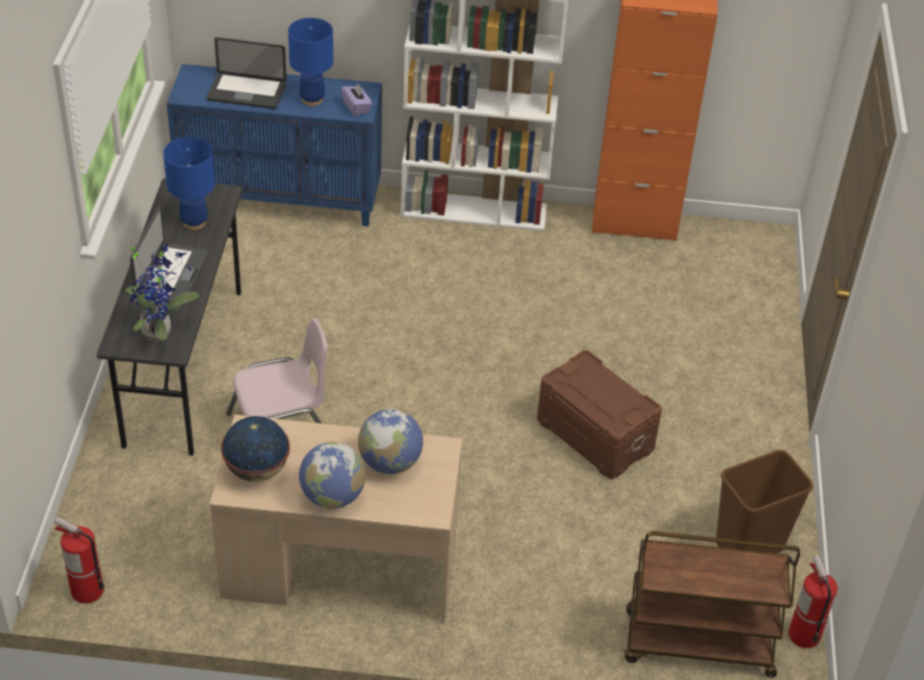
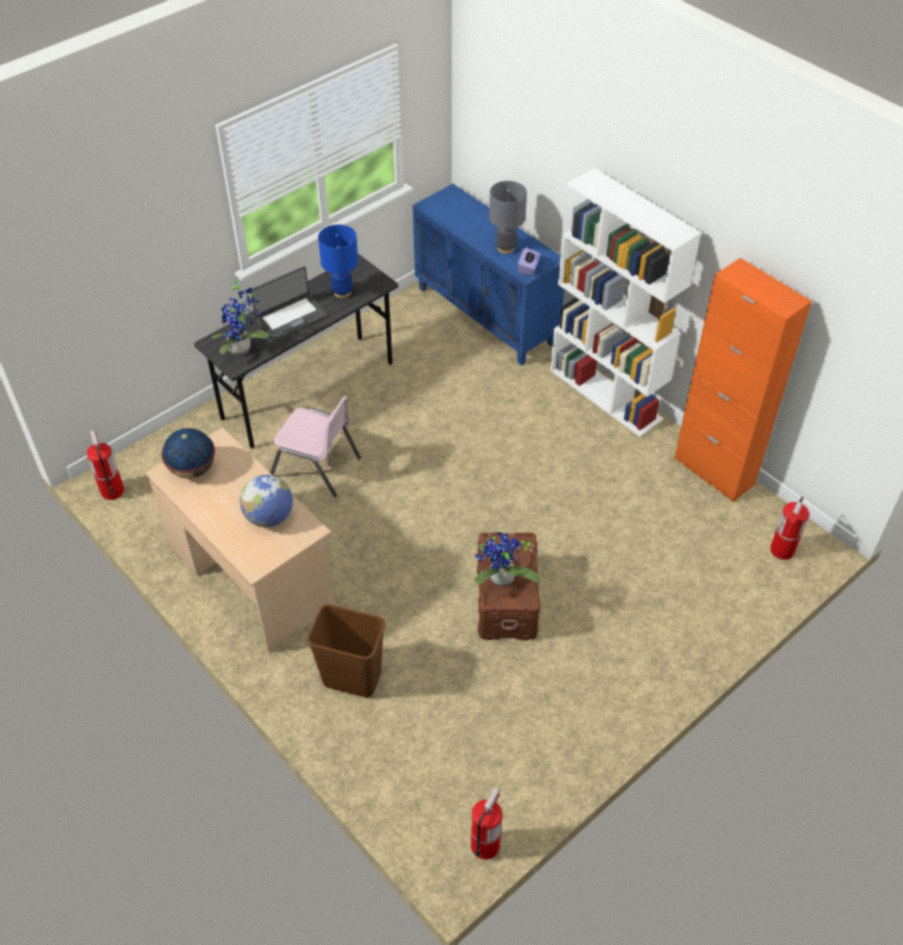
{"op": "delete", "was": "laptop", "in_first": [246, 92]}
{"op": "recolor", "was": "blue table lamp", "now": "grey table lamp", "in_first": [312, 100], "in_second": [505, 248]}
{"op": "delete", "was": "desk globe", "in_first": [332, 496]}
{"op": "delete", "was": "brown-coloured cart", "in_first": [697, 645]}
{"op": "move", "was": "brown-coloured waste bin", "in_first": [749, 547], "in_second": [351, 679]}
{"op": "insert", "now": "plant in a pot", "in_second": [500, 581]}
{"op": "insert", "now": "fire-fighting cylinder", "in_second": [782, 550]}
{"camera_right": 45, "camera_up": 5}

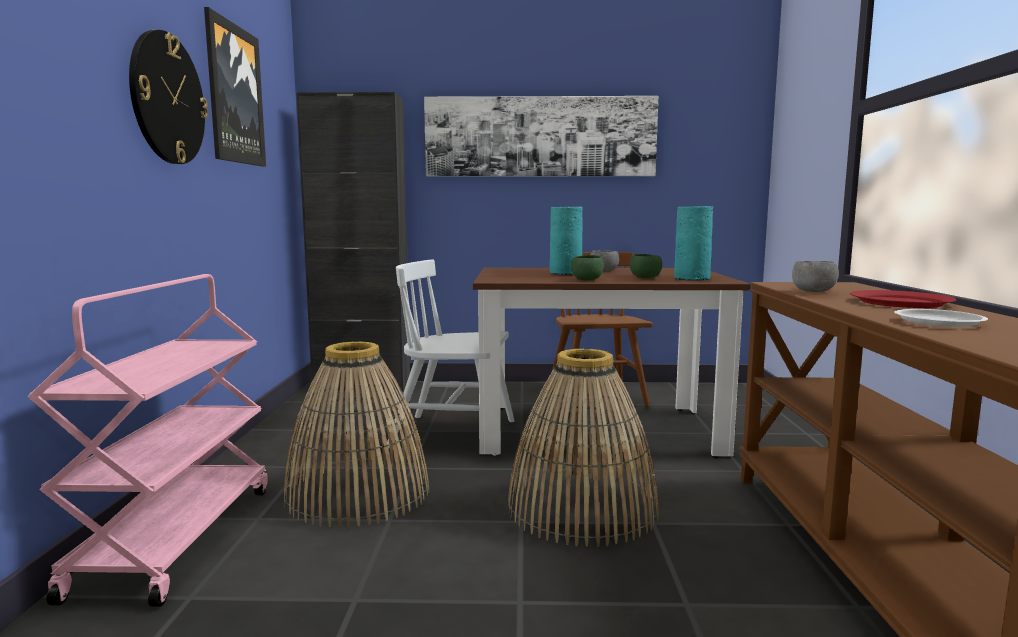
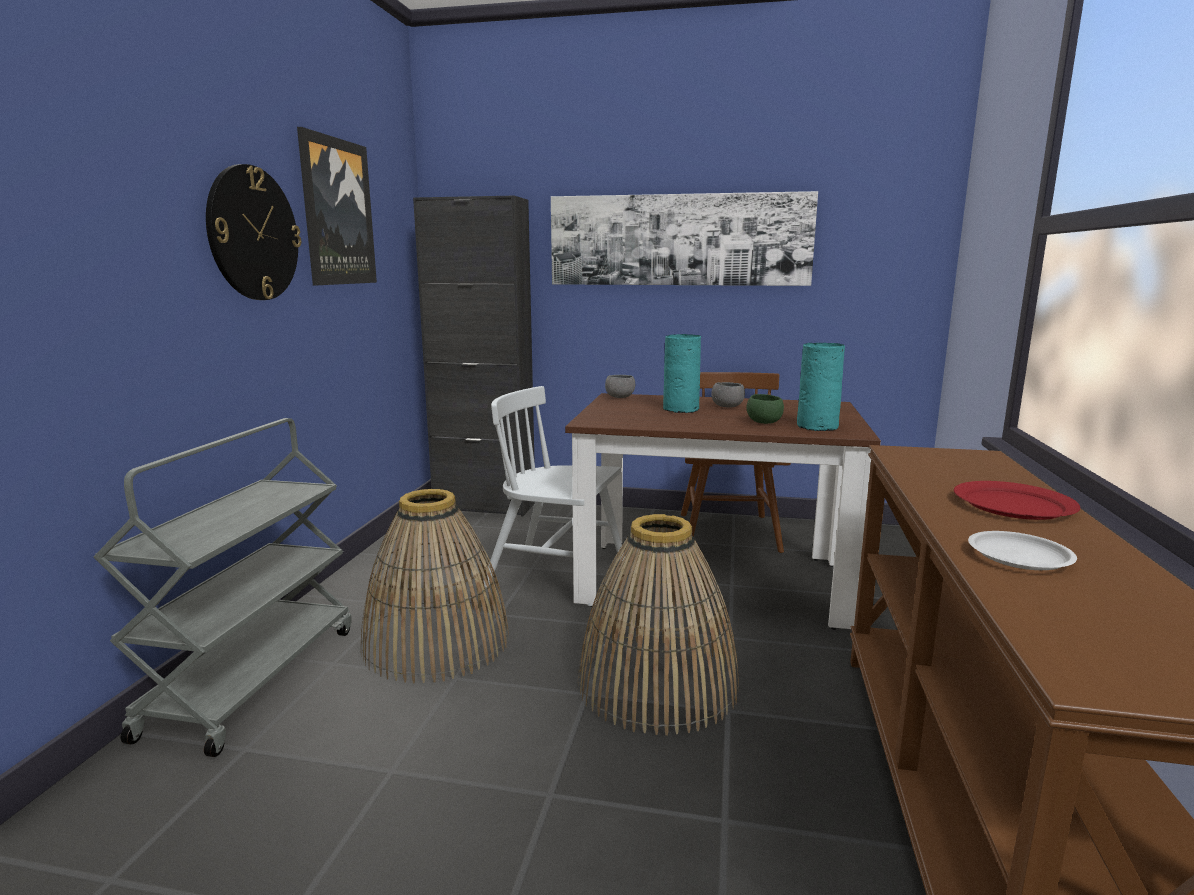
{"op": "recolor", "was": "pink cart", "now": "grey cart", "in_first": [176, 538], "in_second": [253, 679]}
{"op": "delete", "was": "green-coloured deep dish", "in_first": [586, 280]}
{"op": "move", "was": "grey deep dish", "in_first": [813, 291], "in_second": [620, 397]}
{"camera_right": 10, "camera_up": 5}

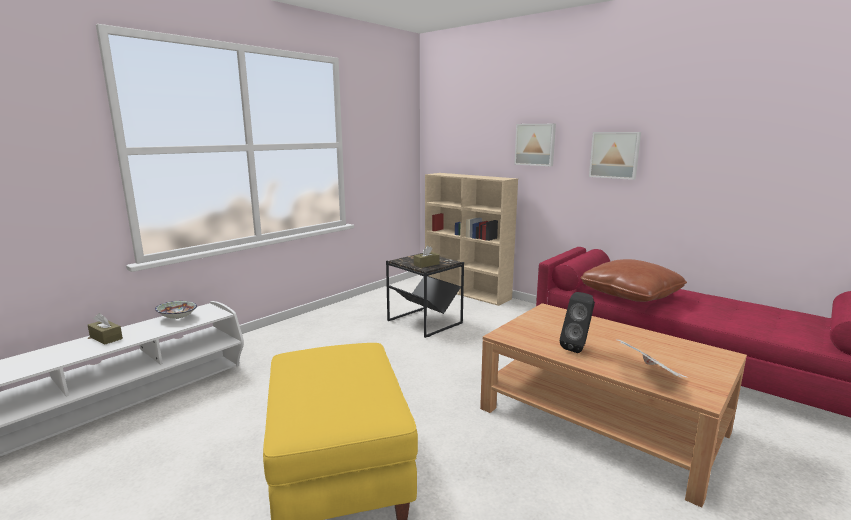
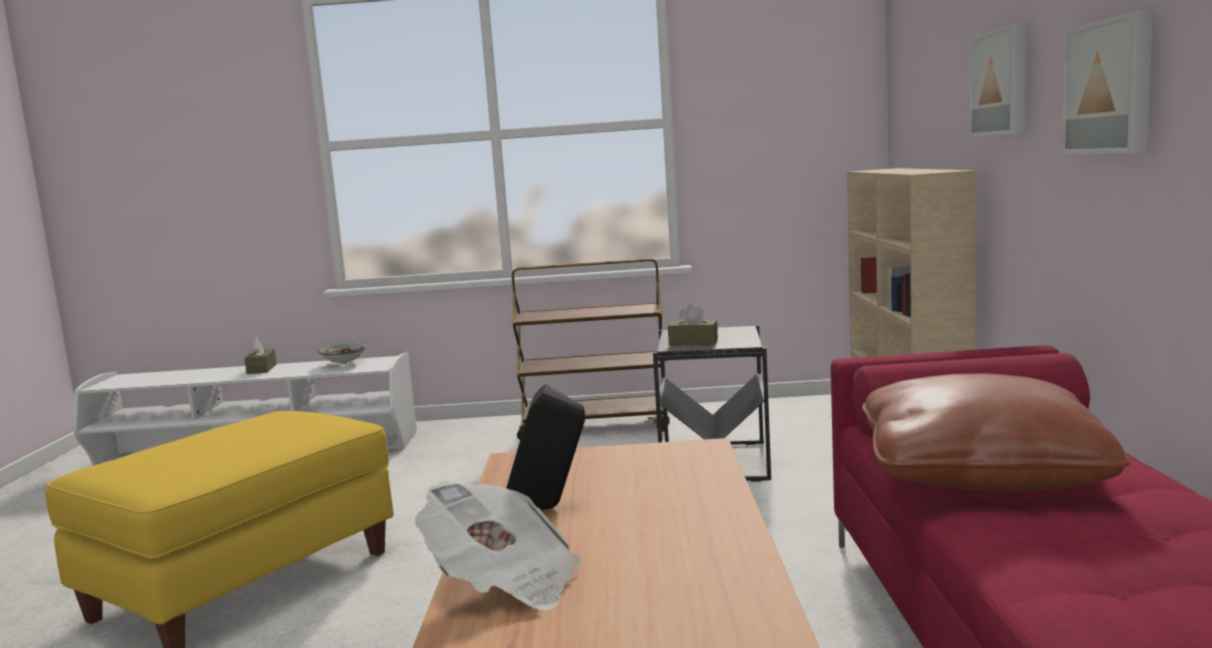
{"op": "insert", "now": "brown-coloured cart", "in_second": [595, 426]}
{"camera_right": 50, "camera_up": -5}

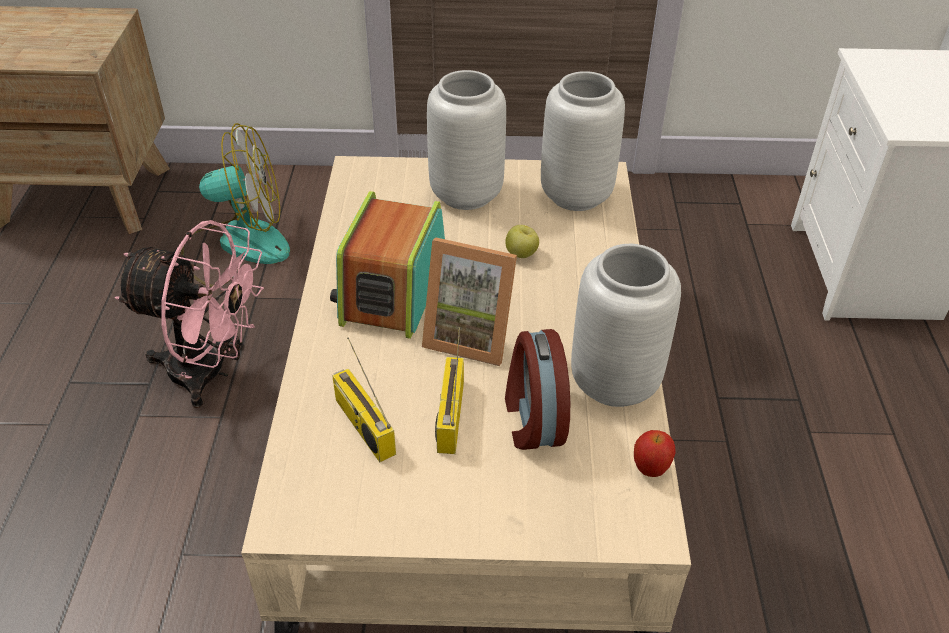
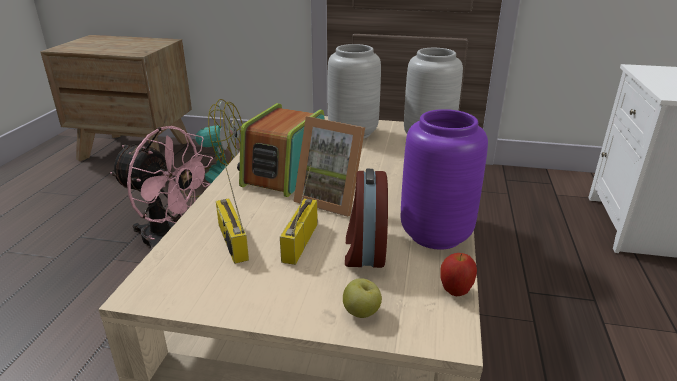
{"op": "move", "was": "apple", "in_first": [521, 254], "in_second": [361, 312]}
{"op": "recolor", "was": "grey flower vase", "now": "purplish flower vase", "in_first": [615, 384], "in_second": [435, 235]}
{"camera_right": 10, "camera_up": -15}

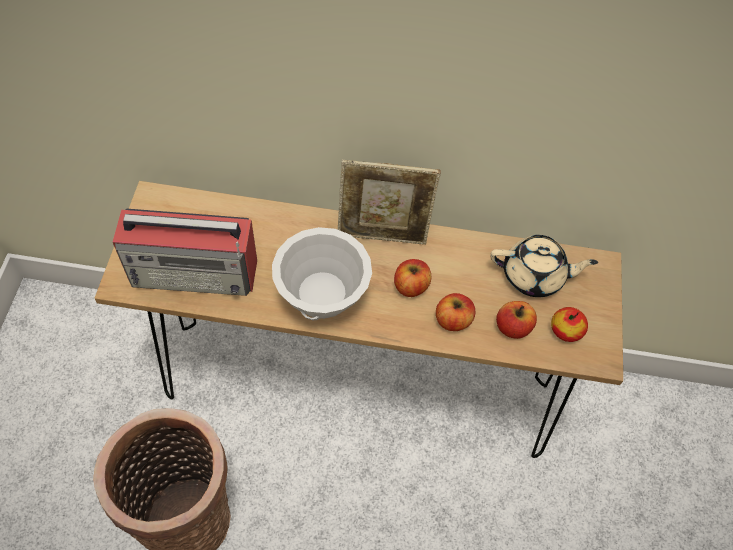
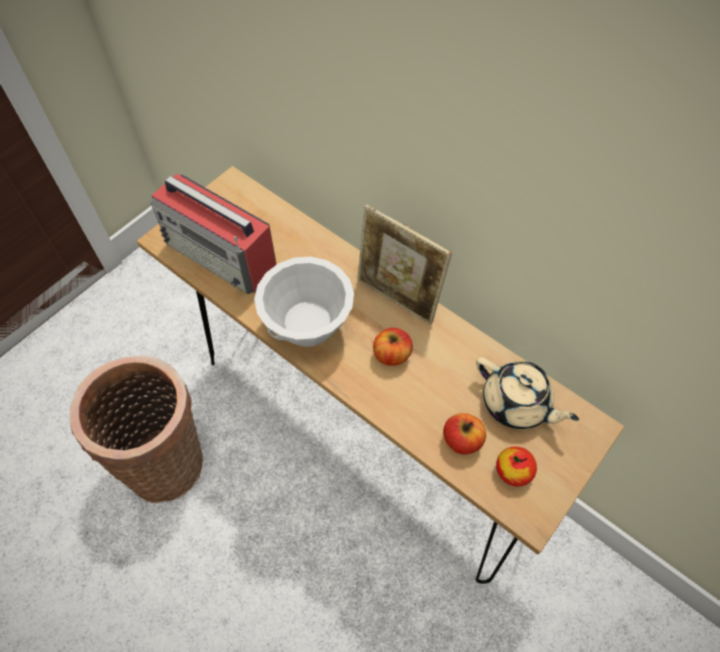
{"op": "delete", "was": "apple", "in_first": [452, 320]}
{"camera_right": 35, "camera_up": 0}

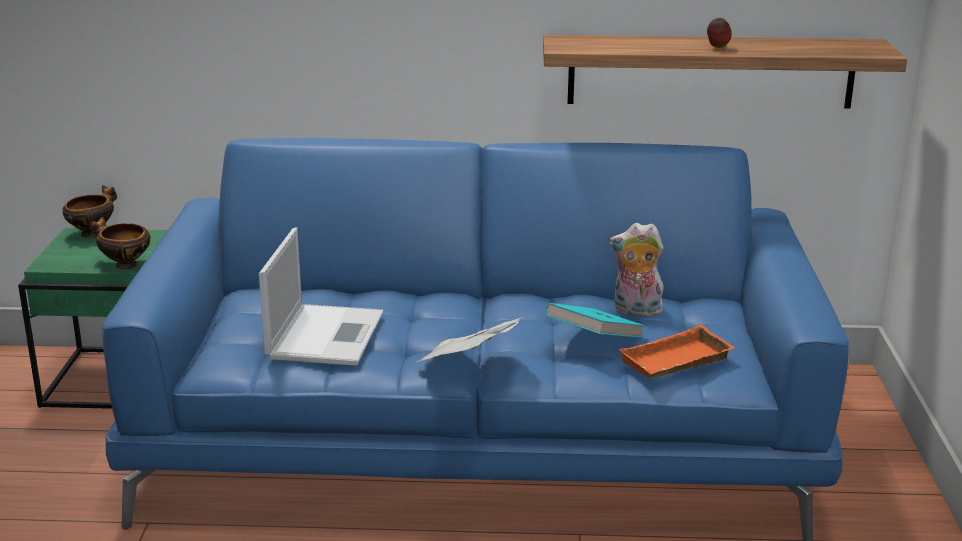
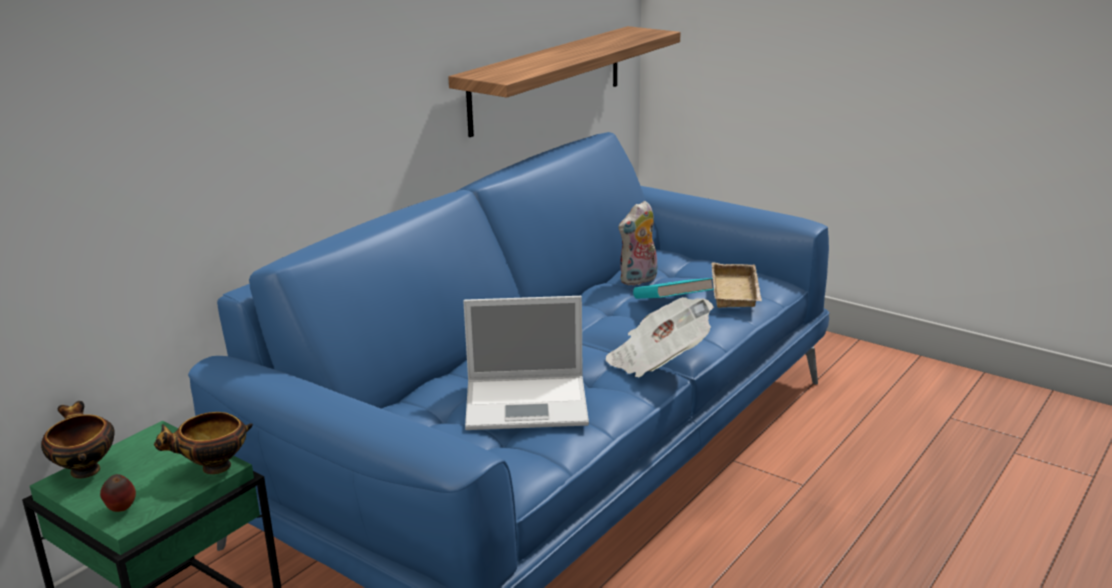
{"op": "rotate", "was": "laptop", "in_first": [326, 334], "in_second": [529, 403], "clockwise": 135}
{"op": "recolor", "was": "orangey tray", "now": "beige tray", "in_first": [676, 362], "in_second": [737, 292]}
{"op": "move", "was": "apple", "in_first": [717, 48], "in_second": [121, 510]}
{"camera_right": -55, "camera_up": 0}

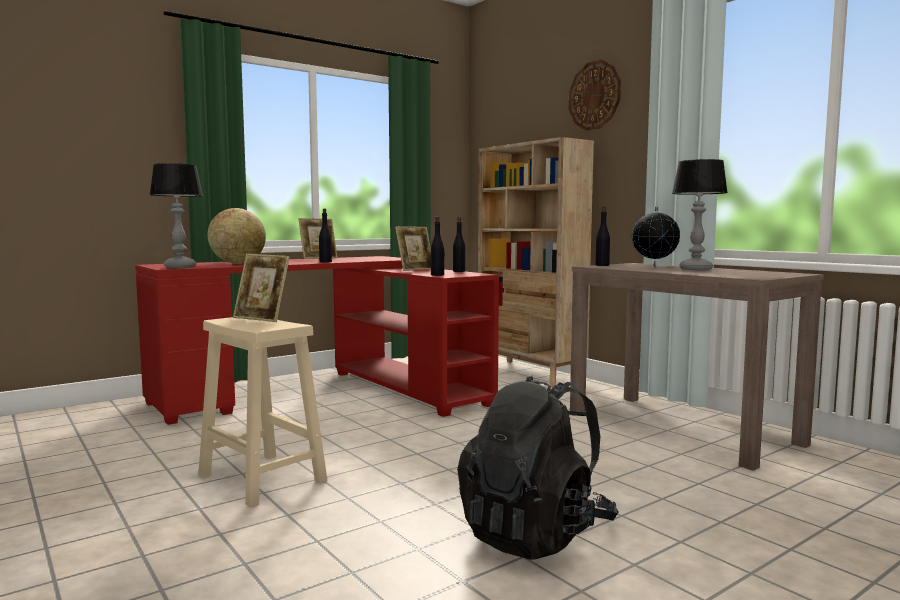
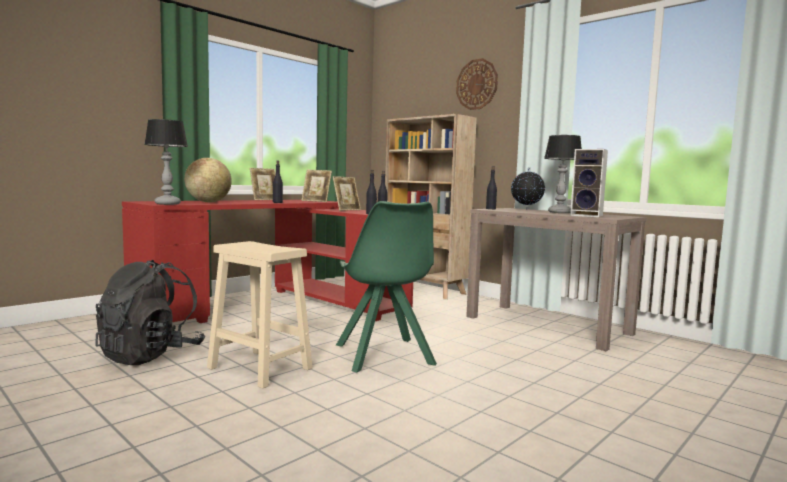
{"op": "move", "was": "picture frame", "in_first": [262, 319], "in_second": [316, 201]}
{"op": "move", "was": "blackish knapsack", "in_first": [536, 533], "in_second": [151, 355]}
{"op": "insert", "now": "green-coloured plain chair", "in_second": [384, 356]}
{"op": "insert", "now": "speaker", "in_second": [588, 215]}
{"camera_right": -10, "camera_up": 0}

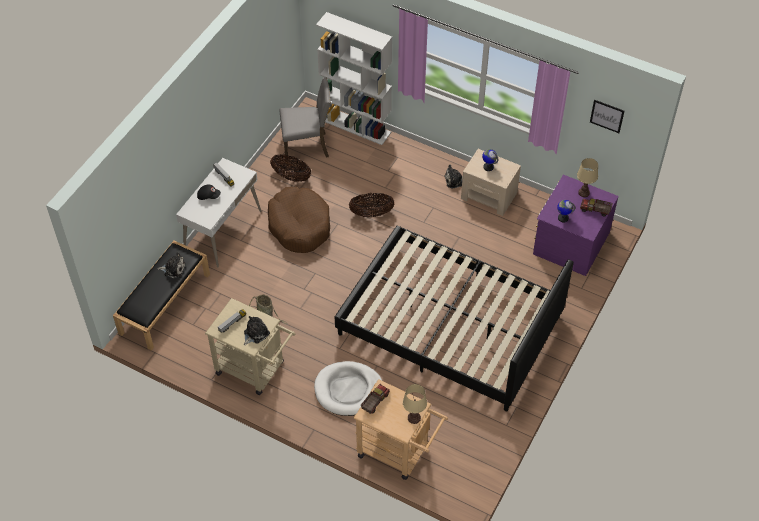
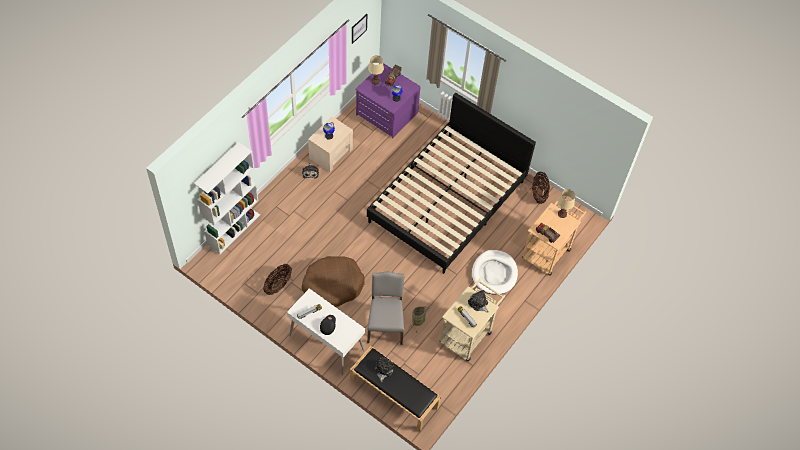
{"op": "move", "was": "grey plain chair", "in_first": [307, 146], "in_second": [385, 325]}
{"op": "move", "was": "basket", "in_first": [371, 213], "in_second": [539, 193]}
{"camera_right": -85, "camera_up": 5}

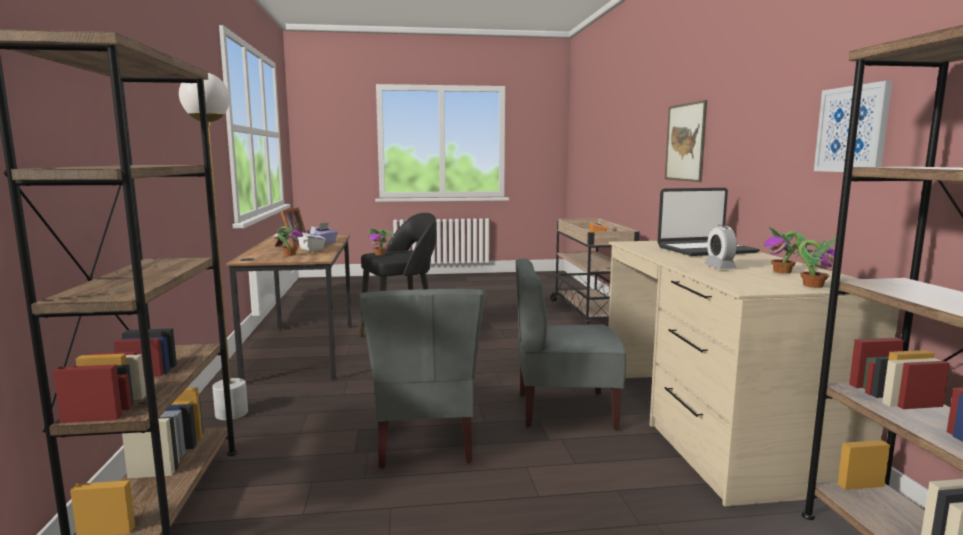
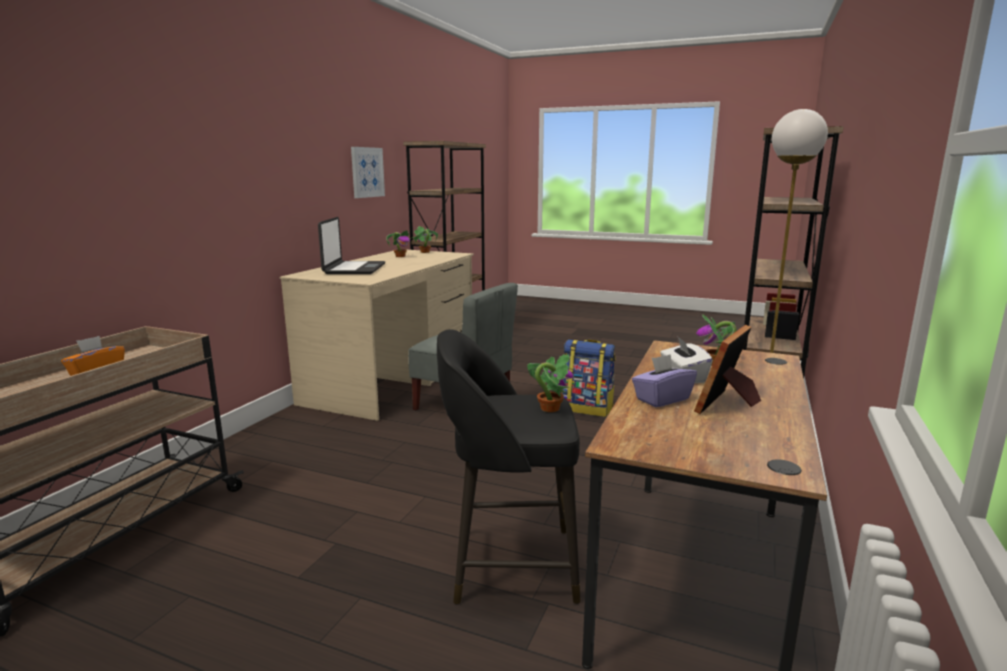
{"op": "replace", "was": "grey plain chair", "now": "knapsack", "in_first": [425, 442], "in_second": [588, 408]}
{"op": "rotate", "was": "laptop", "in_first": [705, 250], "in_second": [354, 269], "clockwise": 75}
{"op": "delete", "was": "wall picture", "in_first": [685, 142]}
{"op": "delete", "was": "bedside clock", "in_first": [719, 267]}
{"camera_right": -150, "camera_up": 5}

